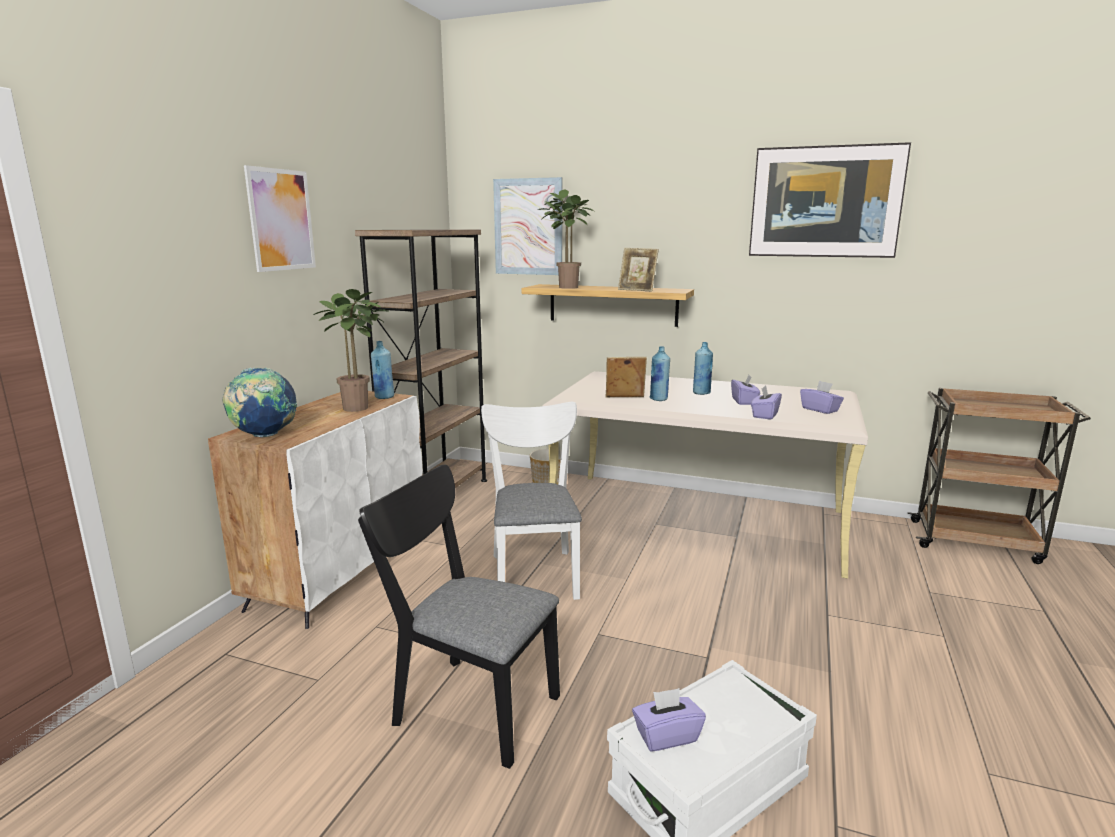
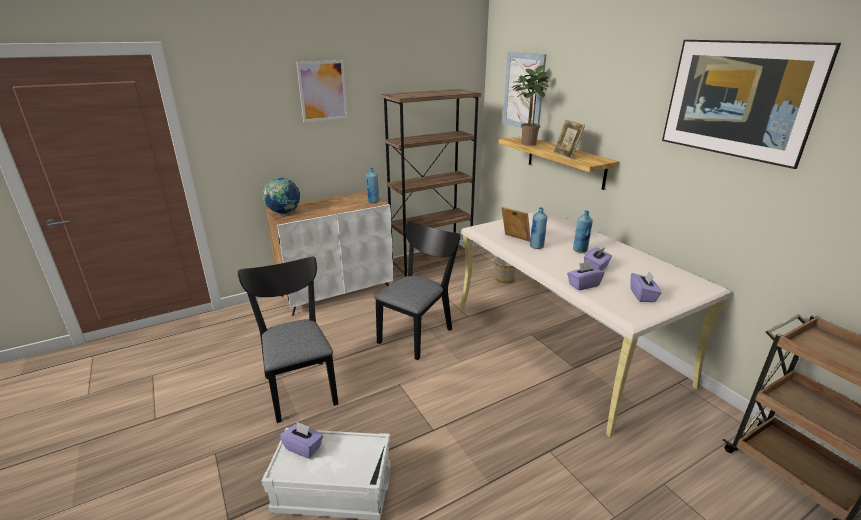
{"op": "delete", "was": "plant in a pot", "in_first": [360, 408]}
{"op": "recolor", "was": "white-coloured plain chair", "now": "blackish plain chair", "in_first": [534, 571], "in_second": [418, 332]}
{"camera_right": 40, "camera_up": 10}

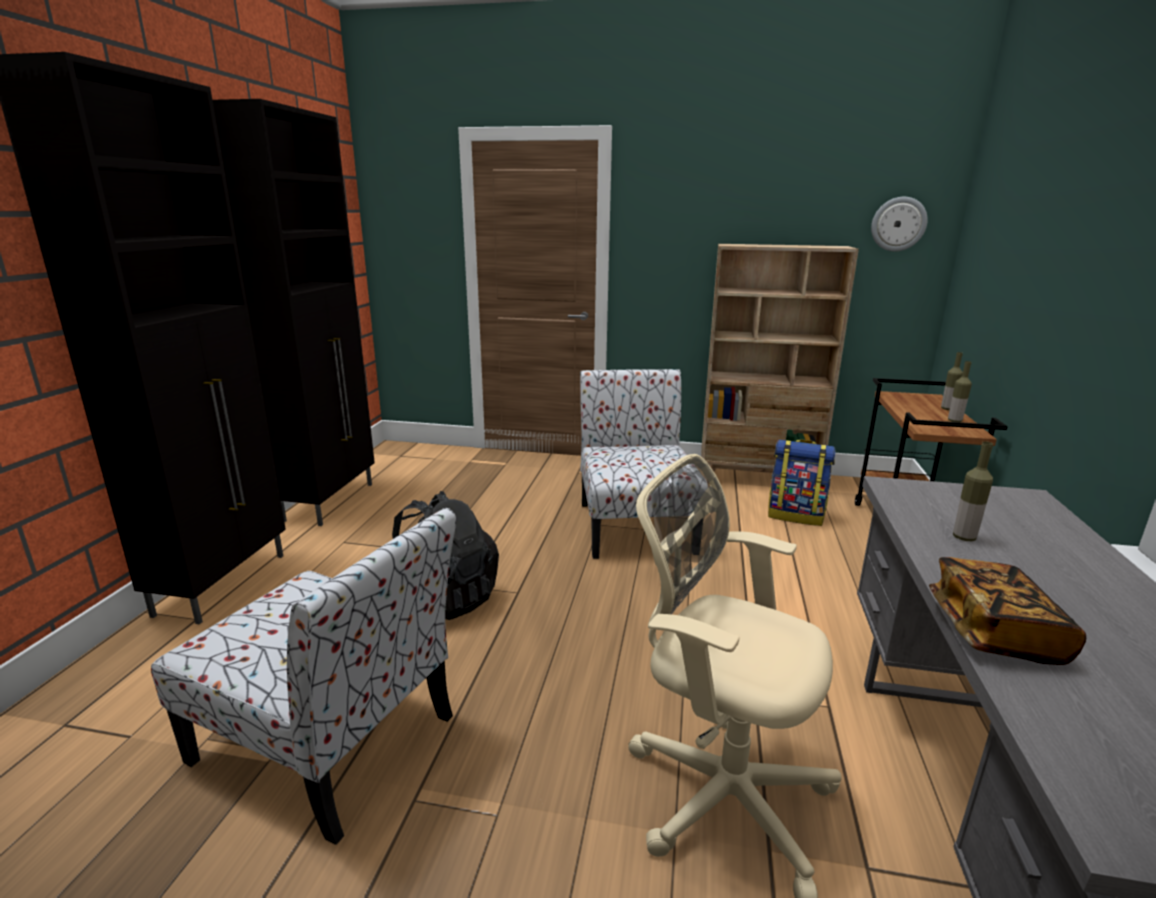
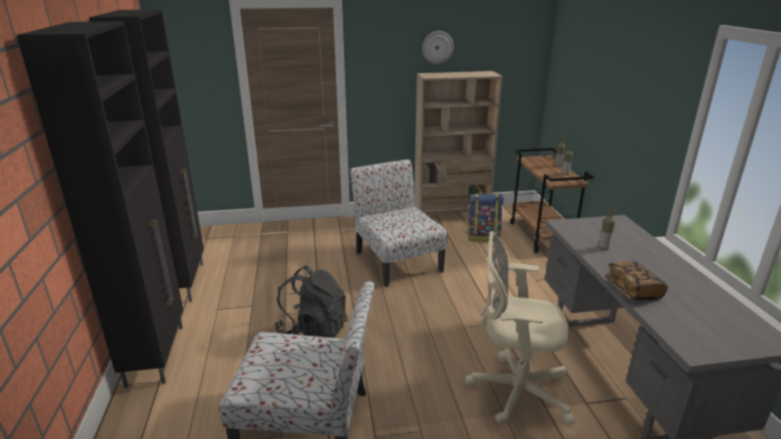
{"op": "move", "was": "wall clock", "in_first": [898, 224], "in_second": [437, 47]}
{"camera_right": -20, "camera_up": 5}

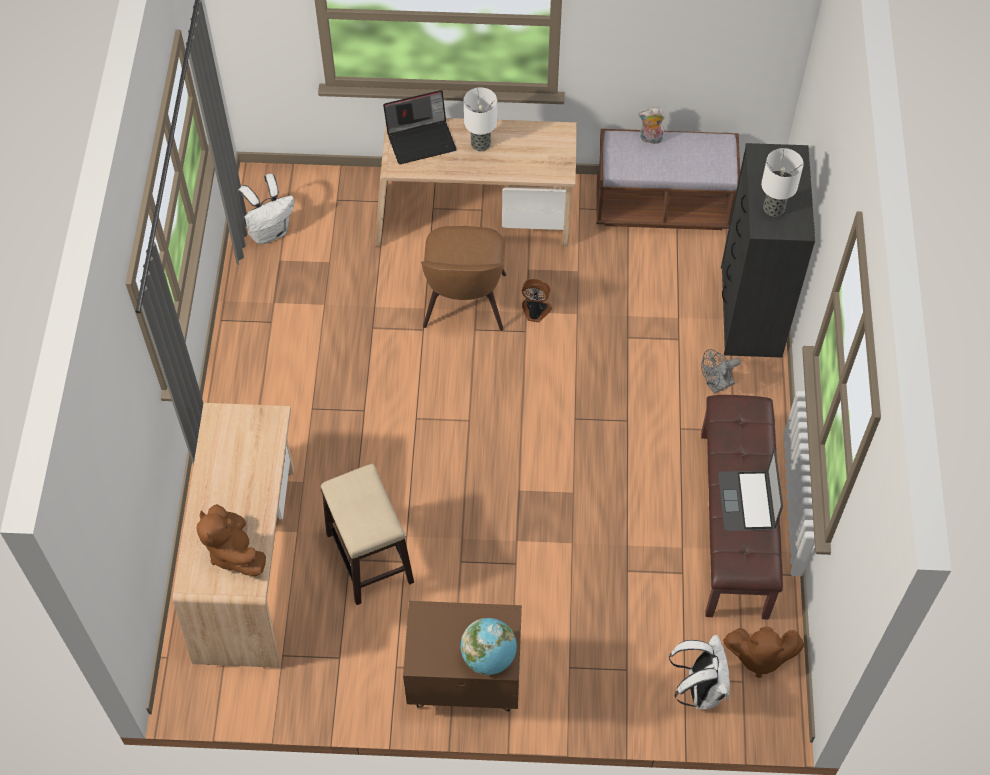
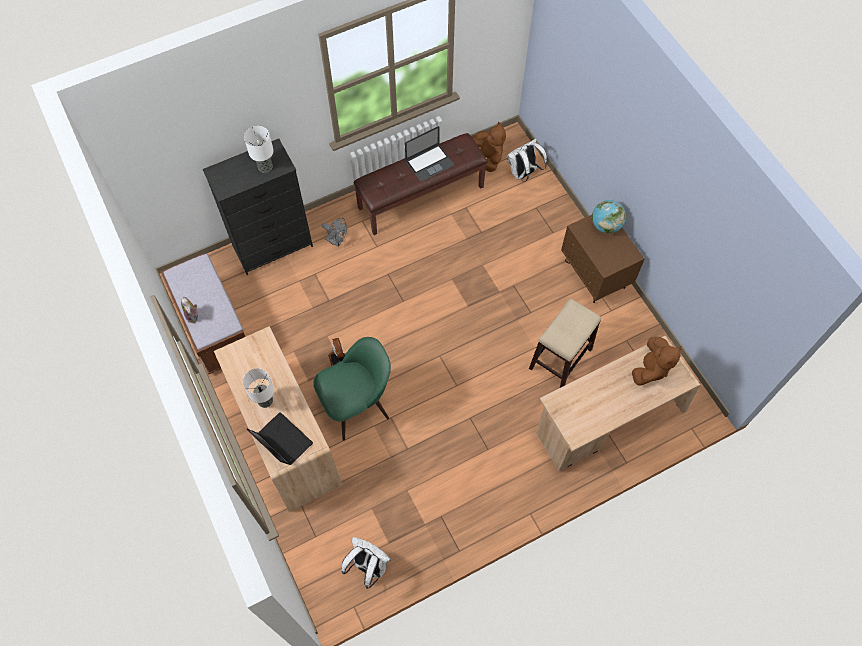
{"op": "recolor", "was": "brown-coloured plain chair", "now": "green-coloured plain chair", "in_first": [464, 304], "in_second": [357, 403]}
{"camera_right": -120, "camera_up": 5}

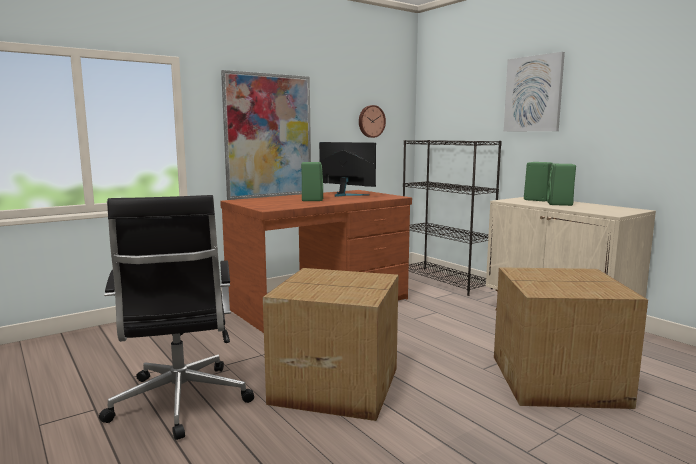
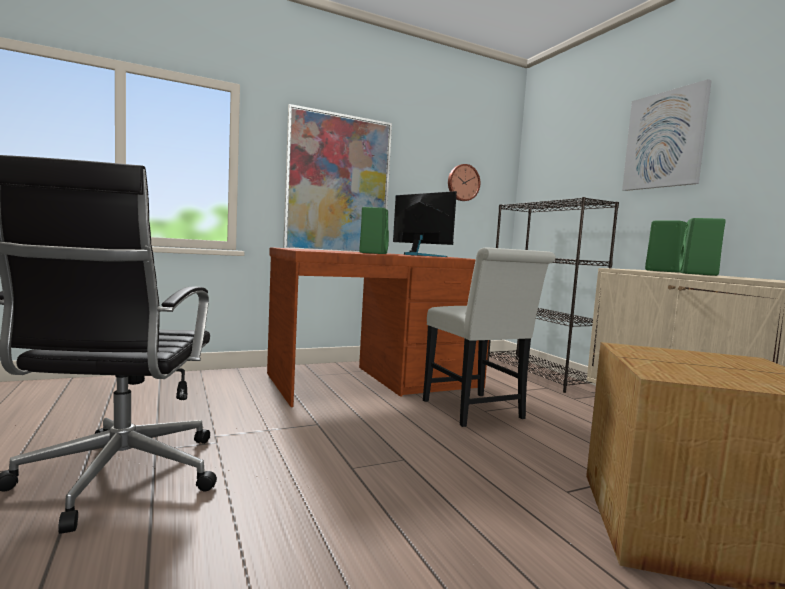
{"op": "delete", "was": "cardboard box", "in_first": [334, 384]}
{"op": "insert", "now": "white-coloured plain chair", "in_second": [476, 412]}
{"camera_right": 10, "camera_up": -5}

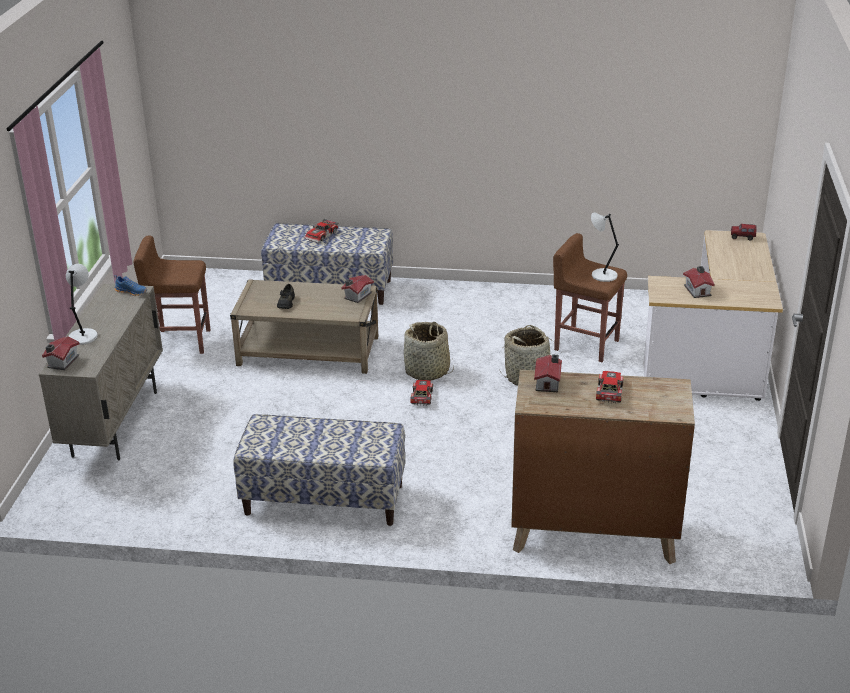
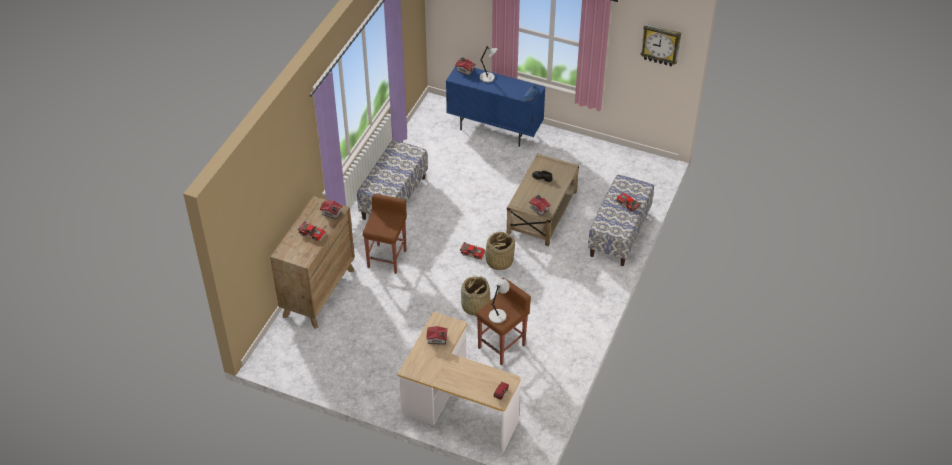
{"op": "recolor", "was": "beige cupboard", "now": "blue cupboard", "in_first": [115, 423], "in_second": [495, 130]}
{"op": "move", "was": "brown-coloured sitting stool", "in_first": [180, 341], "in_second": [387, 258]}
{"op": "insert", "now": "wall clock", "in_second": [661, 44]}
{"camera_right": 105, "camera_up": 15}

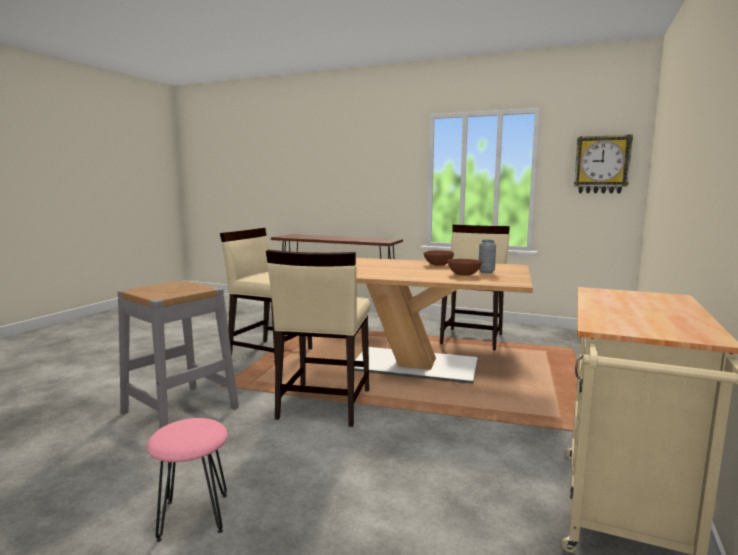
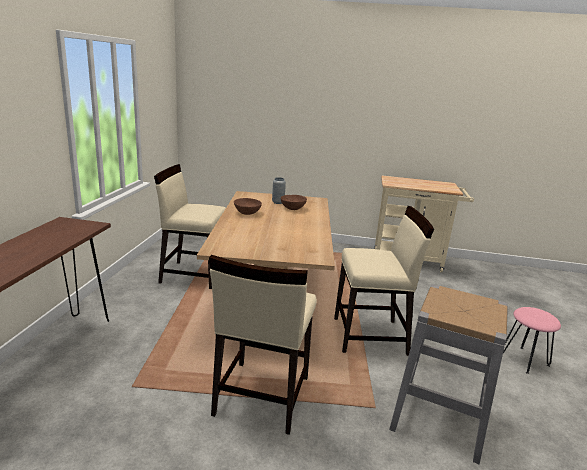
{"op": "delete", "was": "wall clock", "in_first": [602, 164]}
{"camera_right": -105, "camera_up": 10}

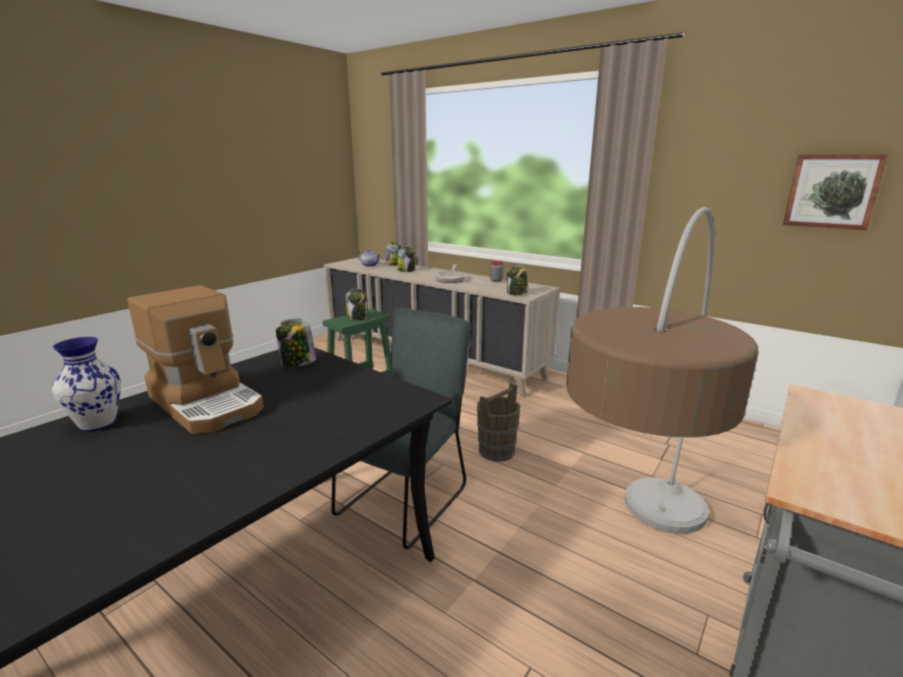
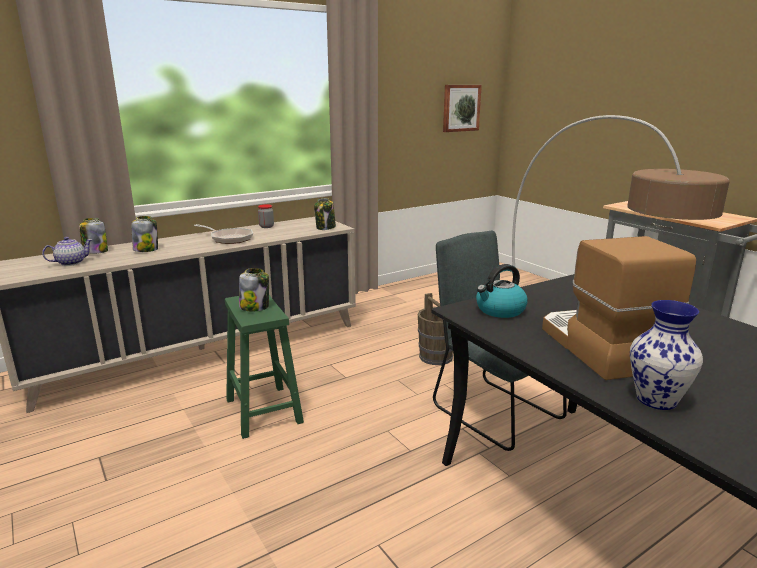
{"op": "rotate", "was": "coffee maker", "in_first": [208, 402], "in_second": [599, 347], "clockwise": -75}
{"op": "replace", "was": "jar", "now": "kettle", "in_first": [298, 363], "in_second": [500, 310]}
{"camera_right": -70, "camera_up": 0}

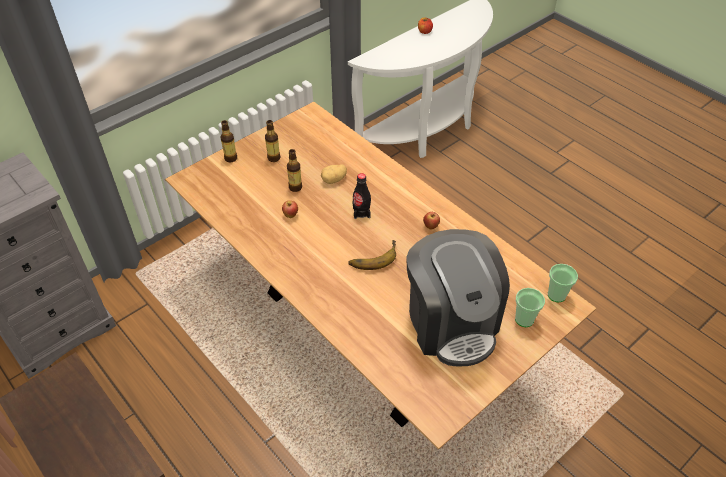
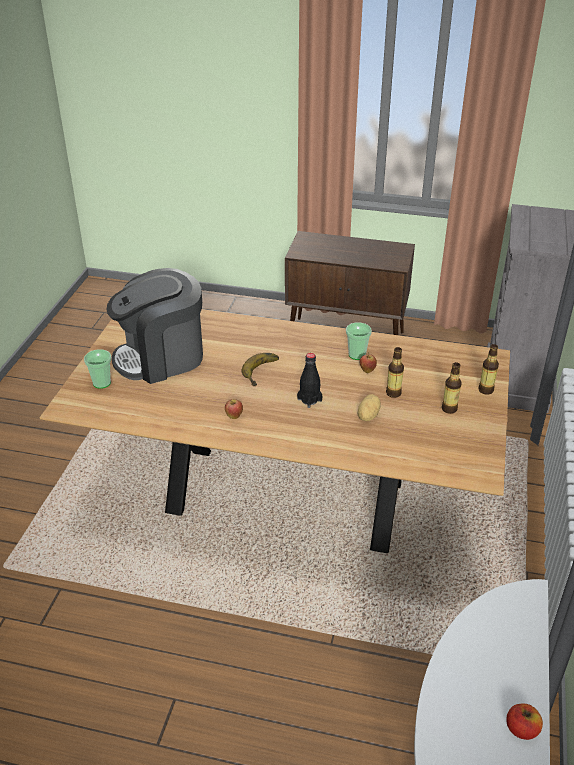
{"op": "rotate", "was": "coffee maker", "in_first": [451, 323], "in_second": [161, 357], "clockwise": -60}
{"op": "move", "was": "drinking cup", "in_first": [556, 295], "in_second": [357, 355]}
{"camera_right": 145, "camera_up": -10}

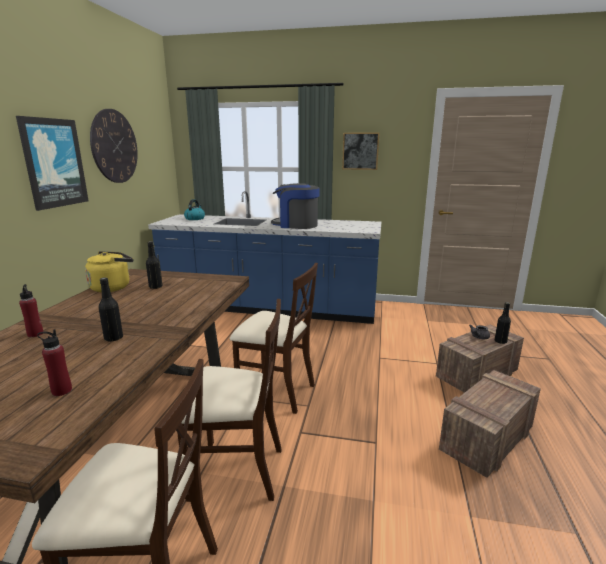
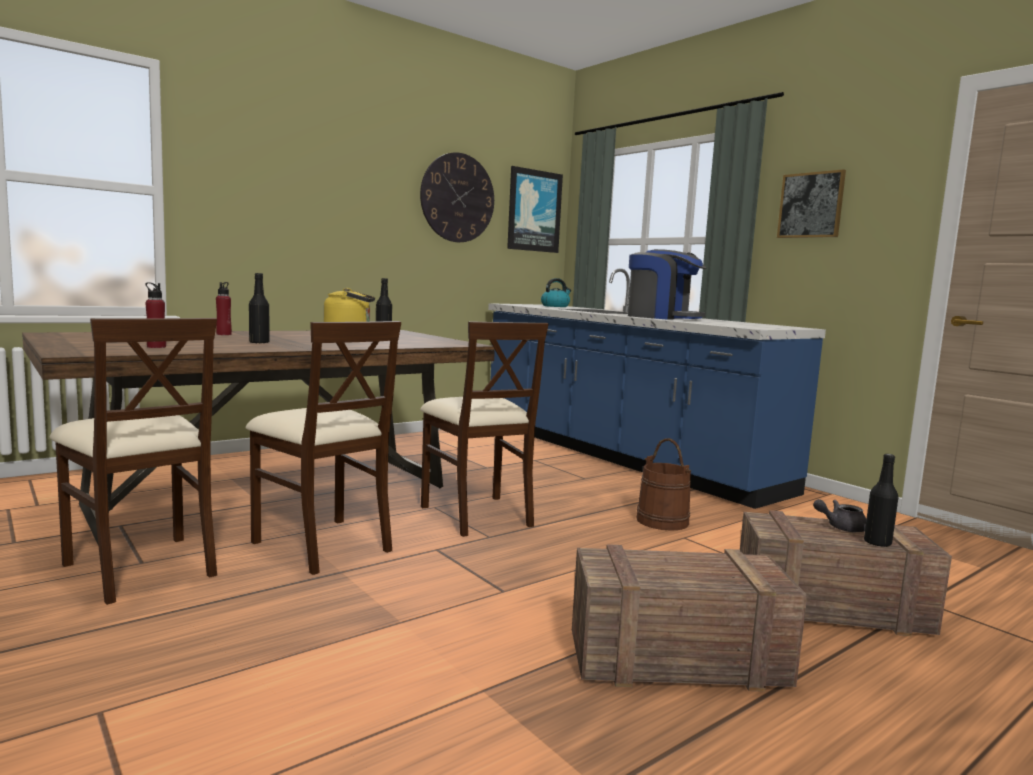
{"op": "move", "was": "wall picture", "in_first": [54, 163], "in_second": [534, 211]}
{"op": "rotate", "was": "coffee maker", "in_first": [296, 225], "in_second": [662, 317], "clockwise": 150}
{"op": "insert", "now": "brown-coloured bucket", "in_second": [662, 521]}
{"camera_right": 40, "camera_up": -10}

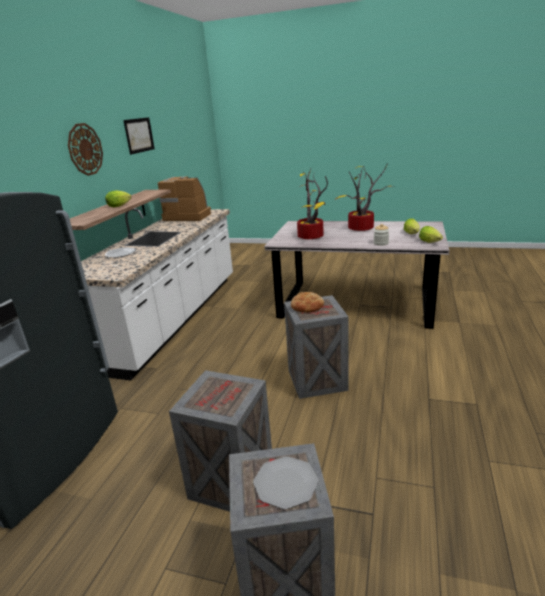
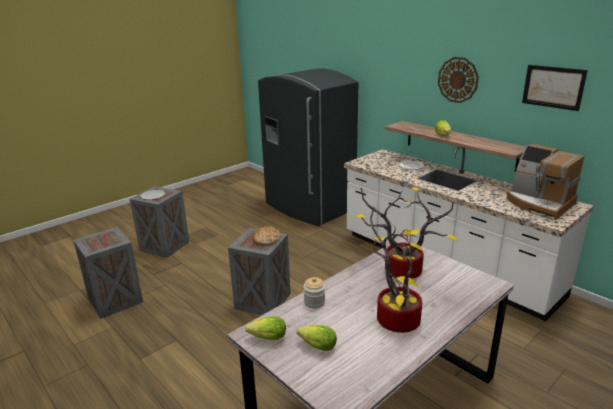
{"op": "rotate", "was": "coffee maker", "in_first": [188, 216], "in_second": [539, 203], "clockwise": 90}
{"op": "move", "was": "crate", "in_first": [230, 482], "in_second": [116, 299]}
{"camera_right": 120, "camera_up": 0}

